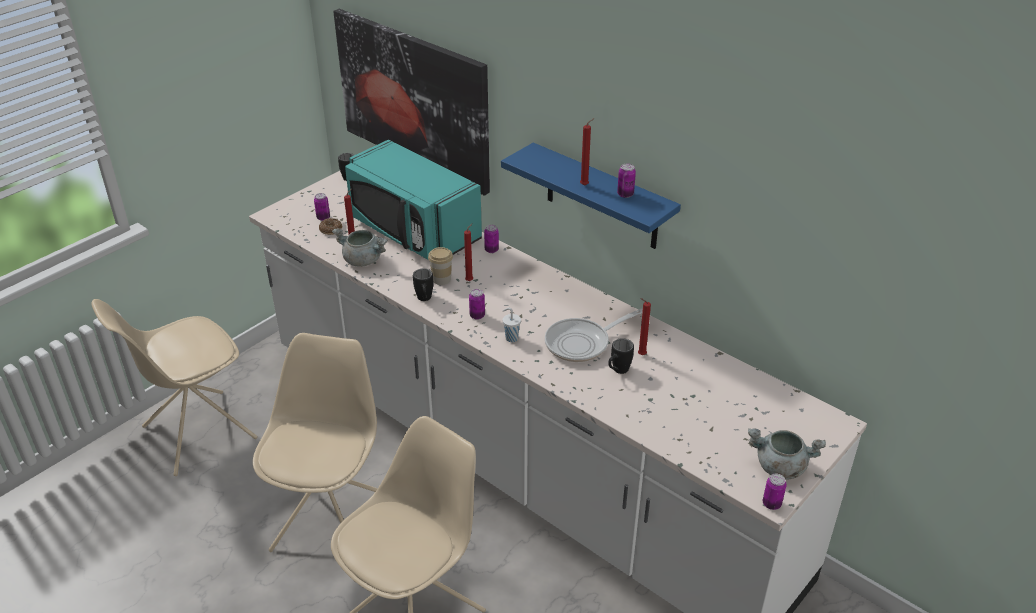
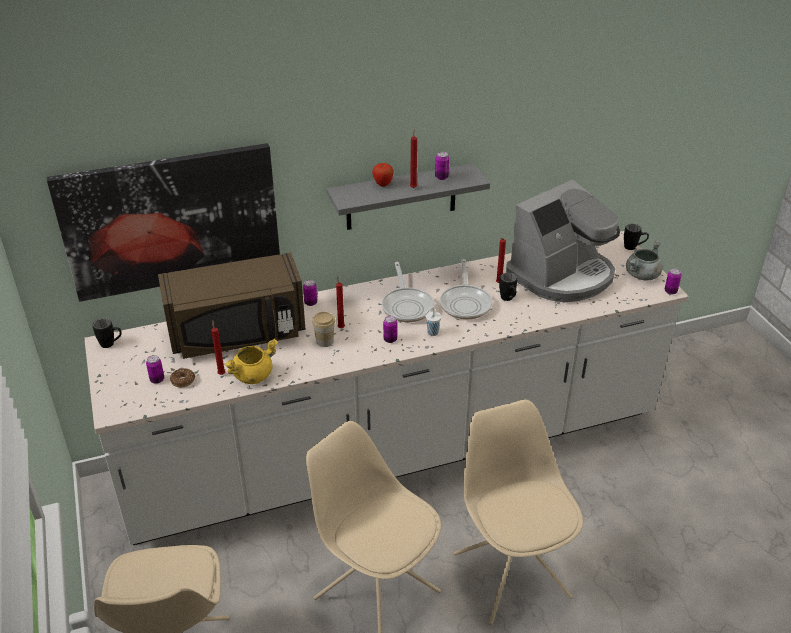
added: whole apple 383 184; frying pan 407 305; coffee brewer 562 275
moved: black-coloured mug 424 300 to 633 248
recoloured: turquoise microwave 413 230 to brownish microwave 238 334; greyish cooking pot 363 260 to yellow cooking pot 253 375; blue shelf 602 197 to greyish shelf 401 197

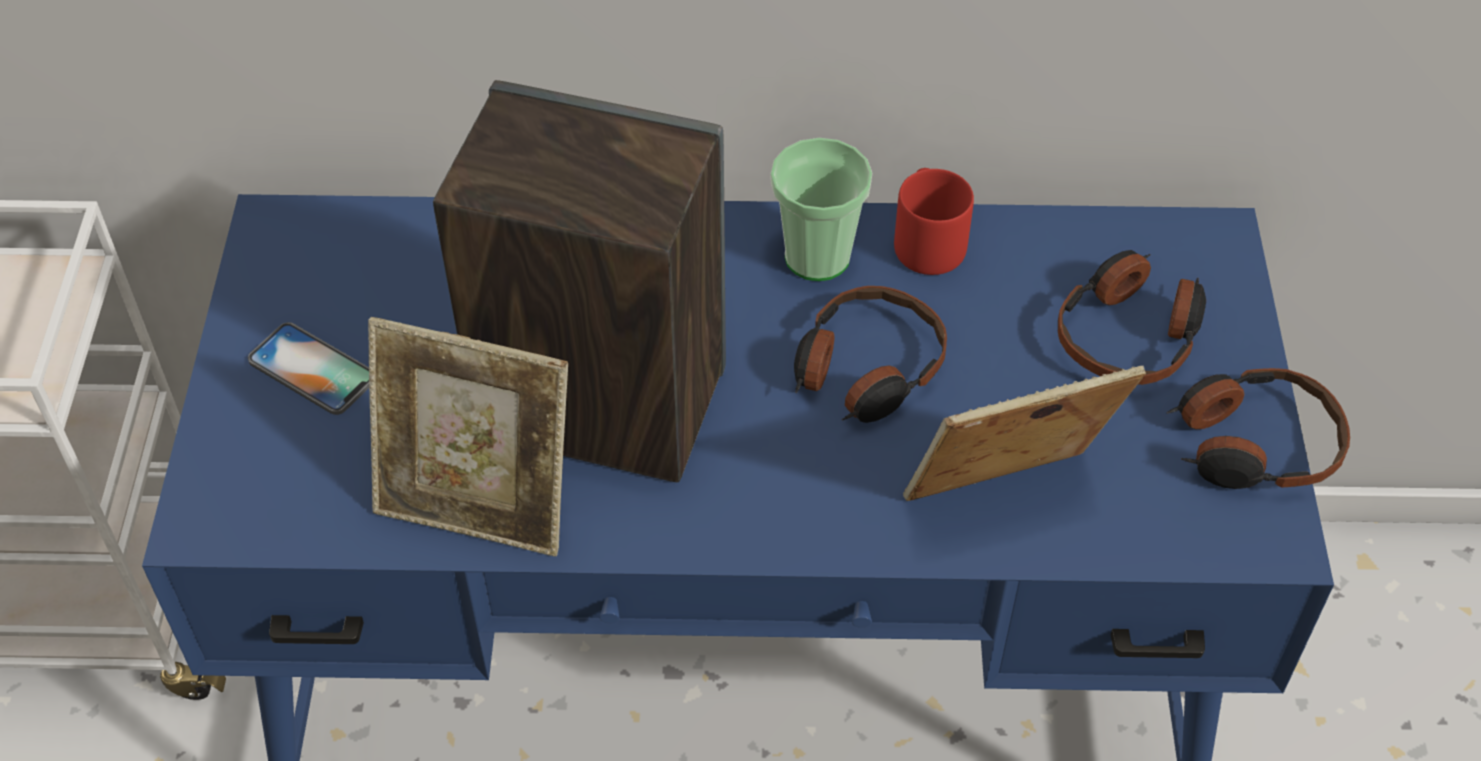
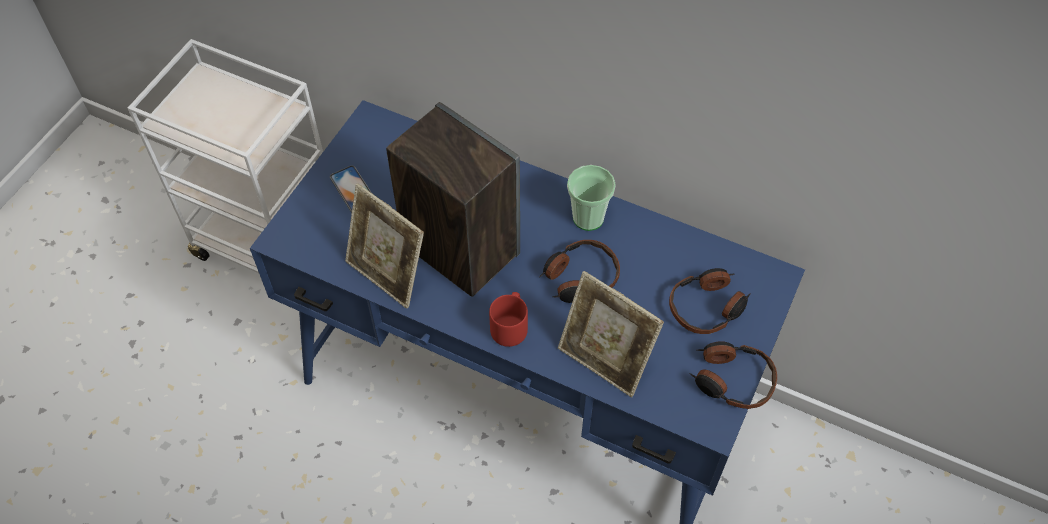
moved: reddish mug 927 242 to 510 326
turned: picture frame 1005 502 = 605 360 150 degrees counterclockwise

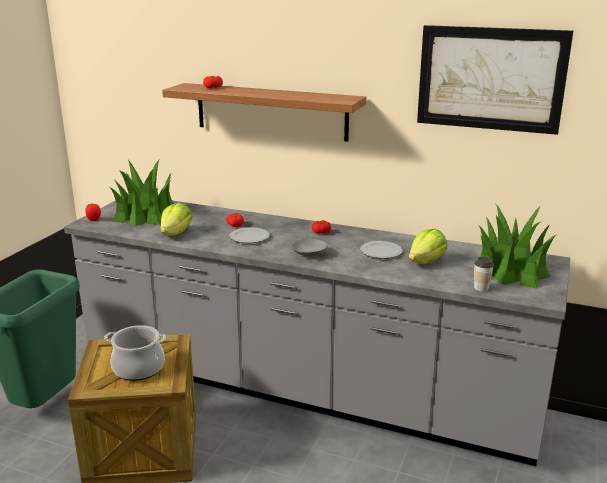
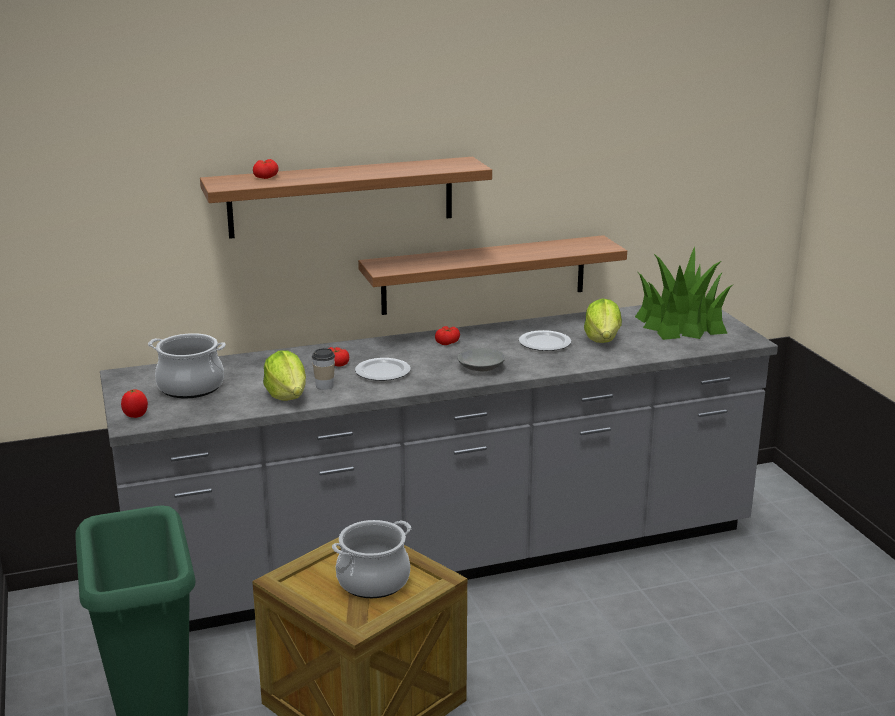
removed: wall art 490 78
added: shelf 484 275
moved: small cup 481 288 to 324 386
replaced: potted plant 145 214 to cooking pot 191 387

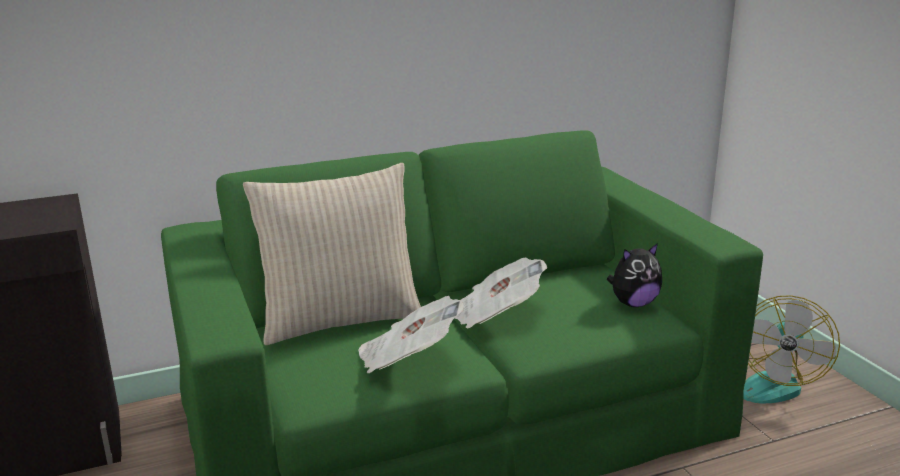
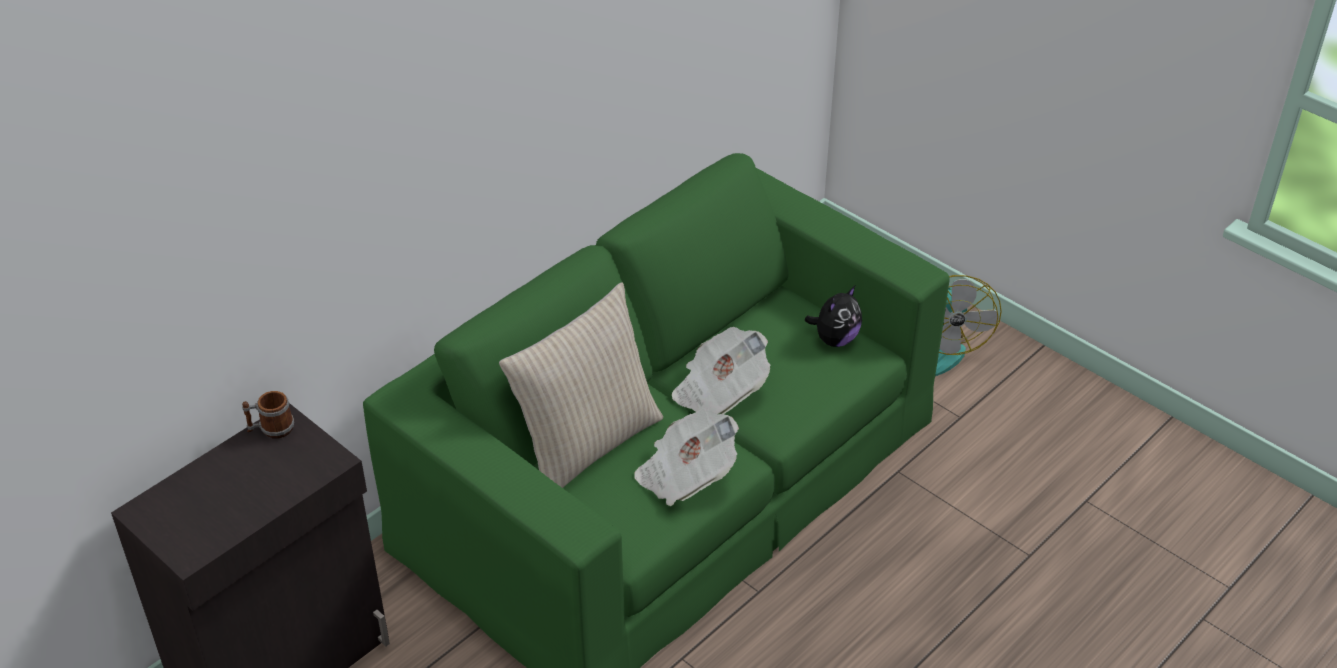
added: mug 271 429

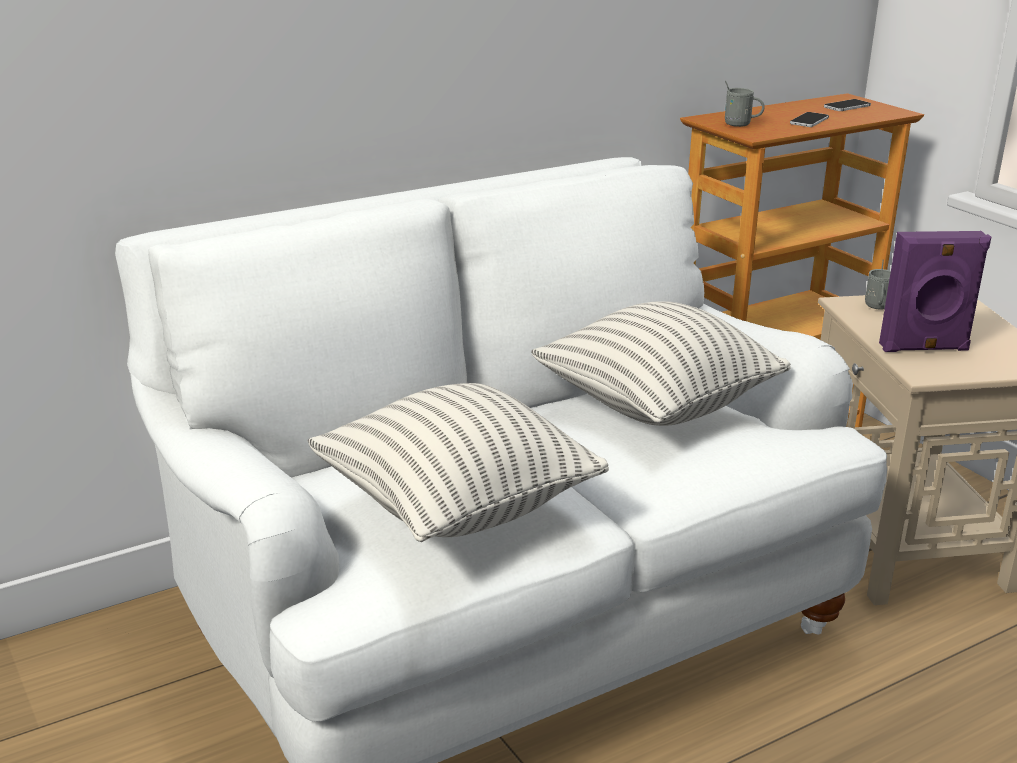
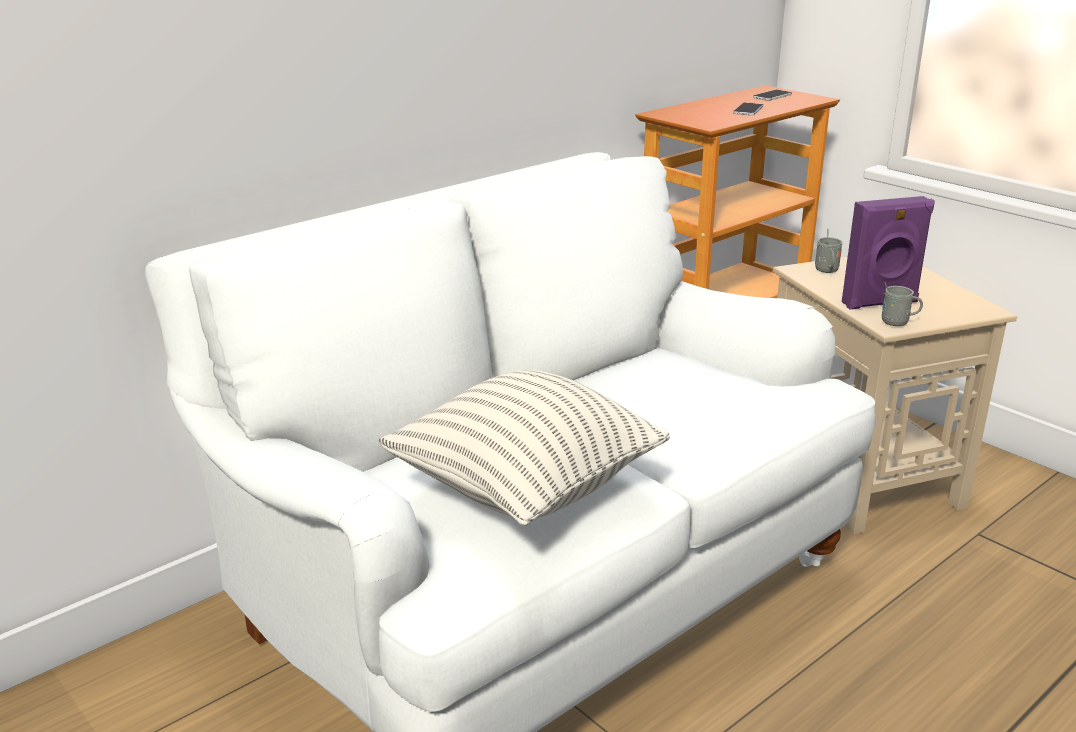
removed: throw pillow 656 406
moved: greyish mug 741 125 to 898 323

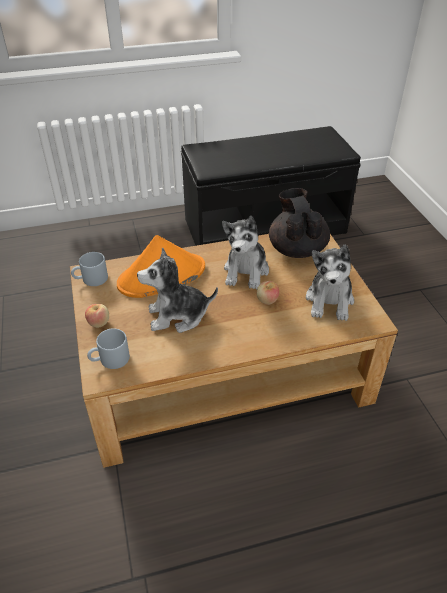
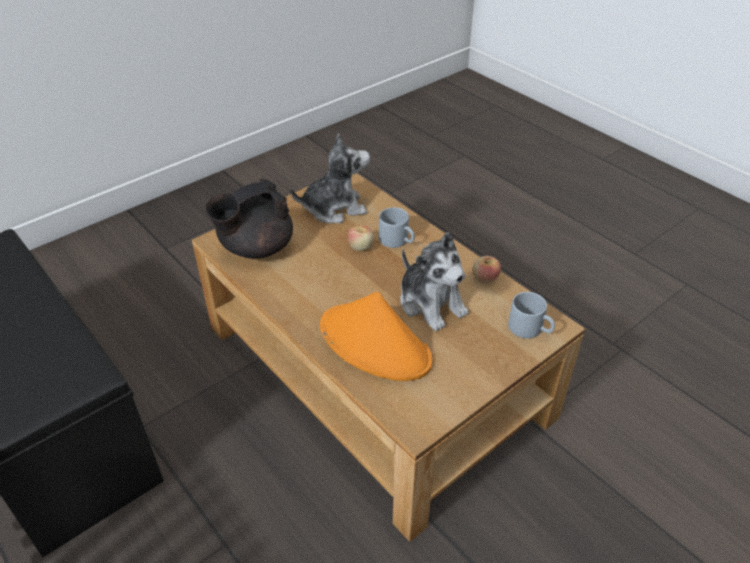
removed: soft toy 246 271
moved: greyish mug 91 279 to 398 240; whole apple 99 323 to 484 279

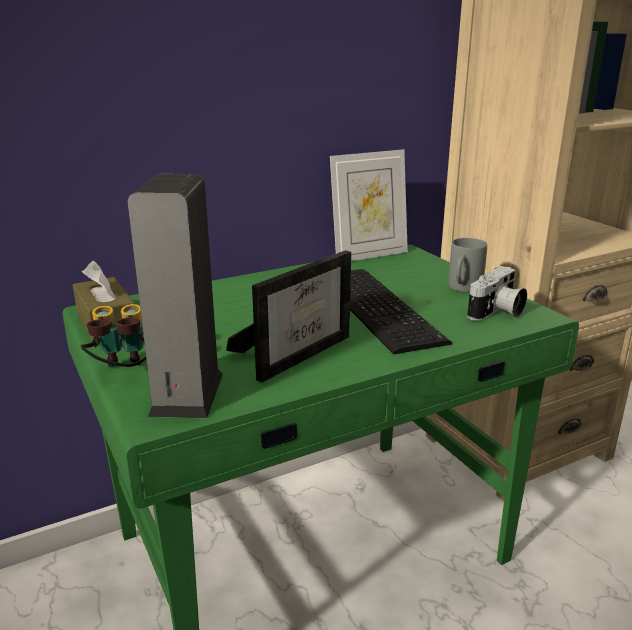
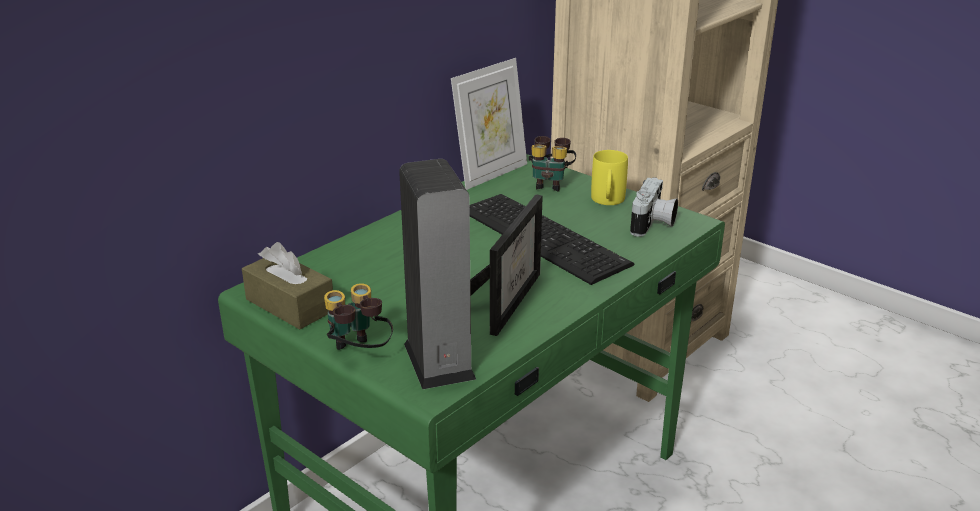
added: binoculars 550 184
recoloured: greyish mug 462 289 to yellow mug 607 202

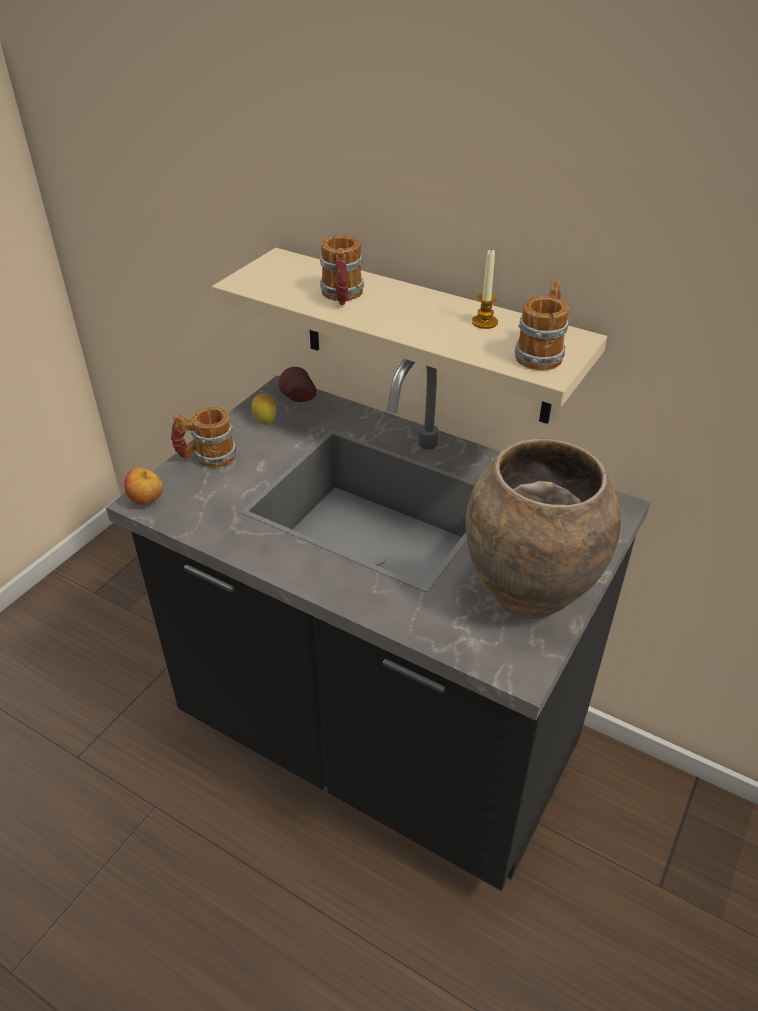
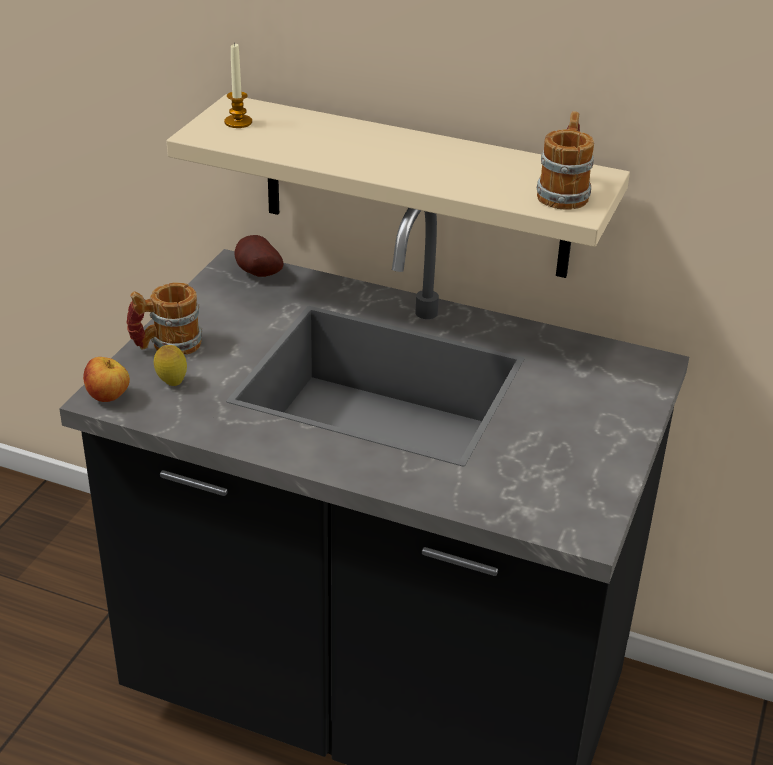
removed: mug 342 296; brownish decorative vase 527 593
moved: whole lemon 265 423 to 172 383; wax candle 484 322 to 238 122

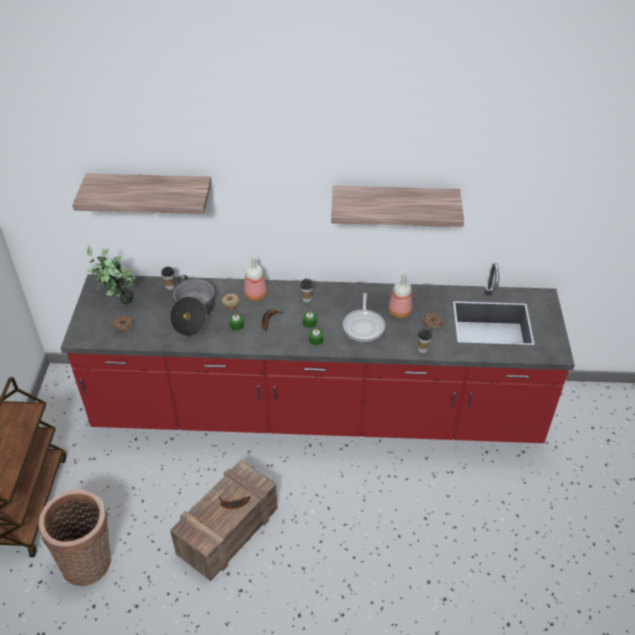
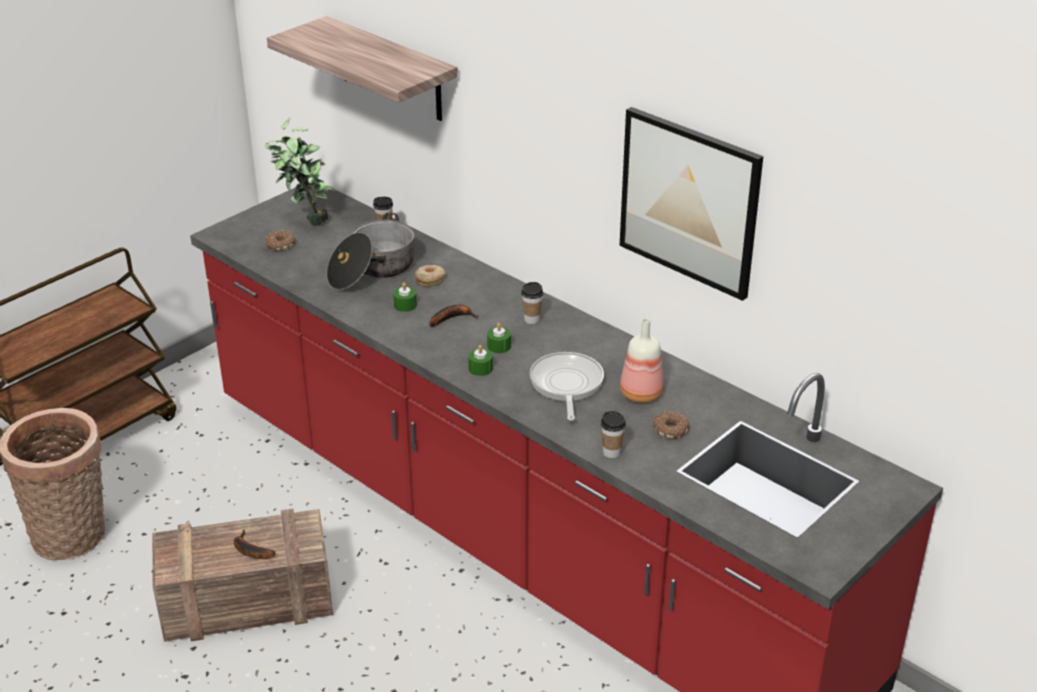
removed: bottle 256 294
replaced: shelf 394 204 to wall art 689 202
turned: frying pan 364 326 = 566 385 135 degrees clockwise

